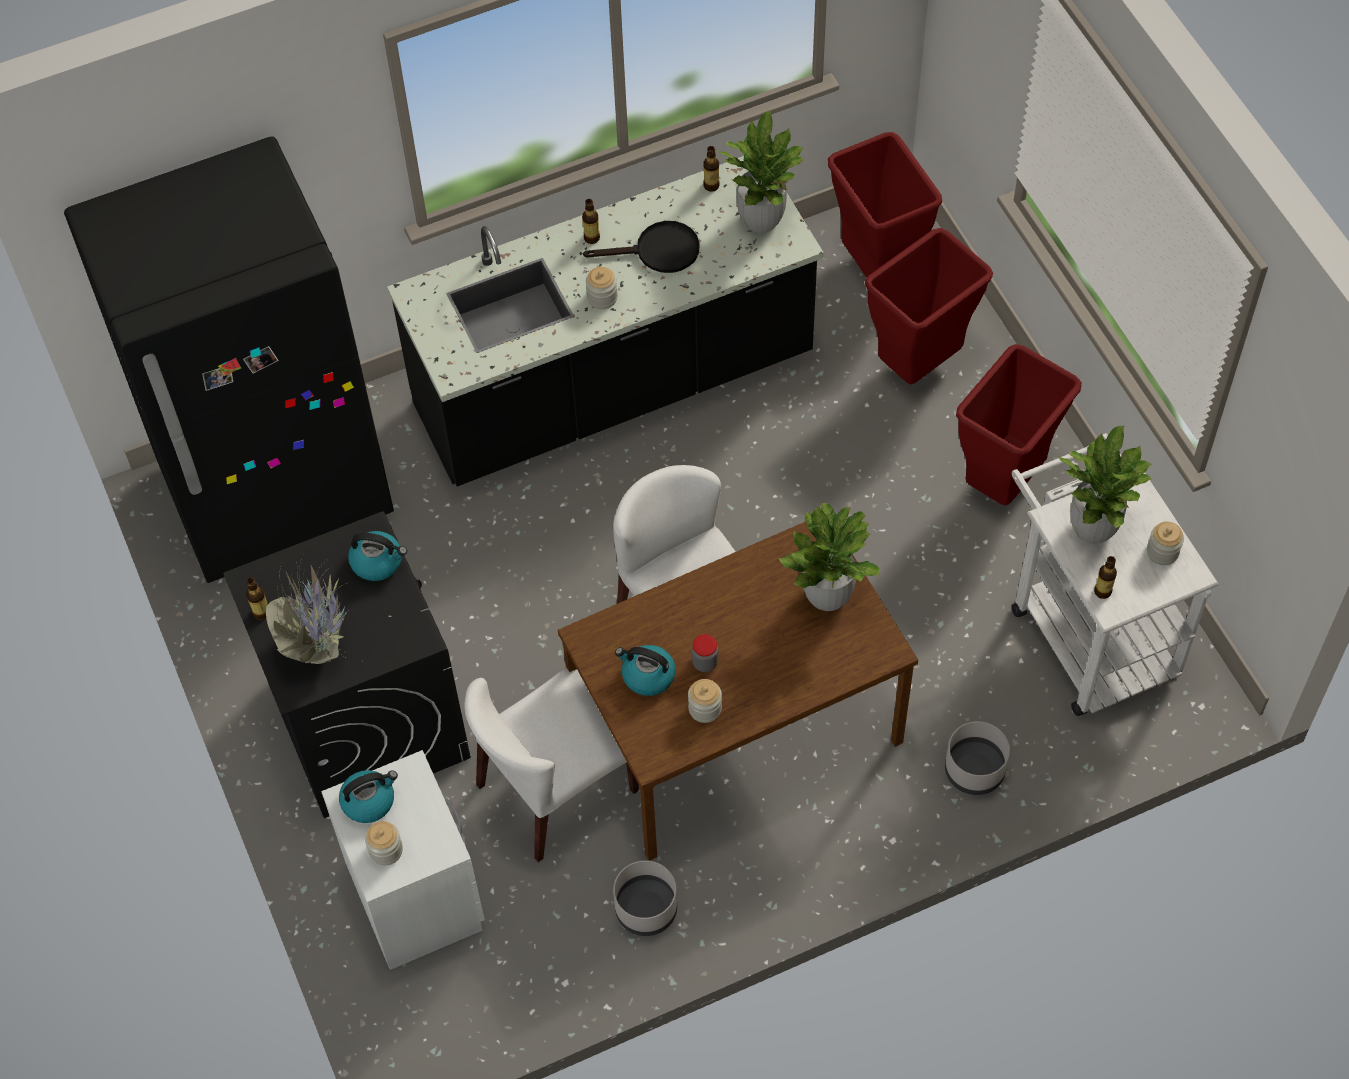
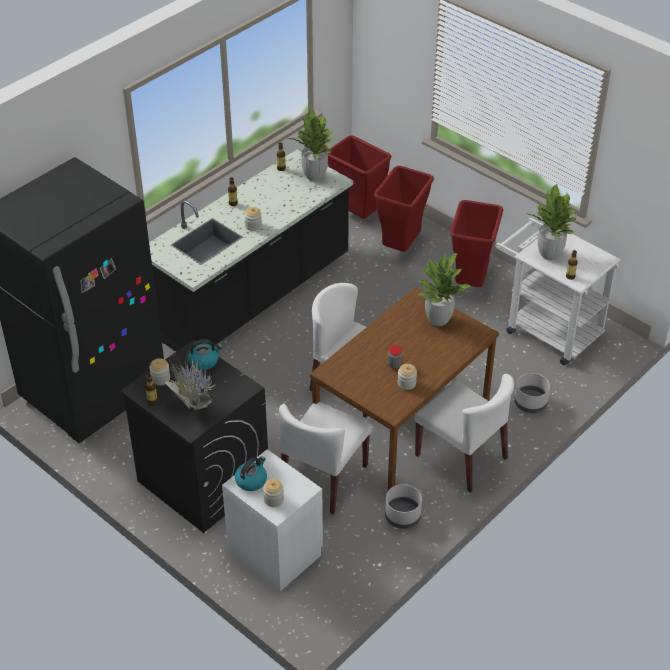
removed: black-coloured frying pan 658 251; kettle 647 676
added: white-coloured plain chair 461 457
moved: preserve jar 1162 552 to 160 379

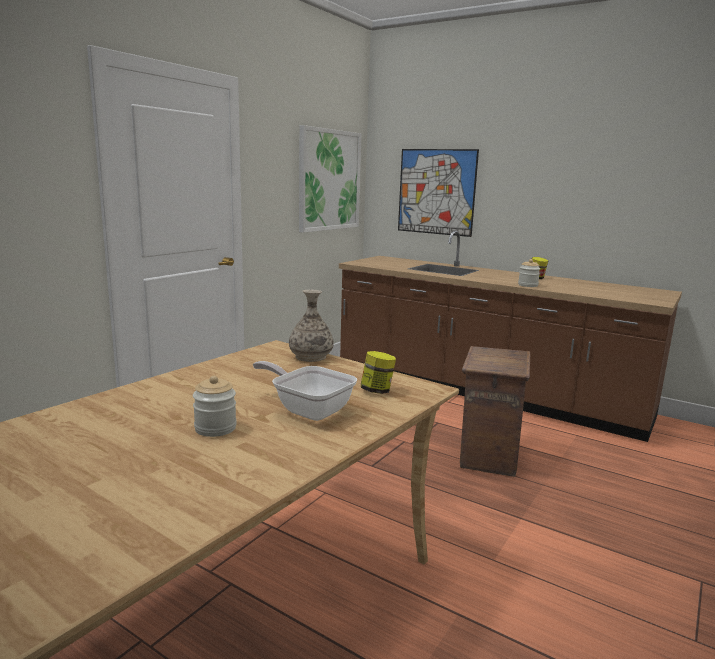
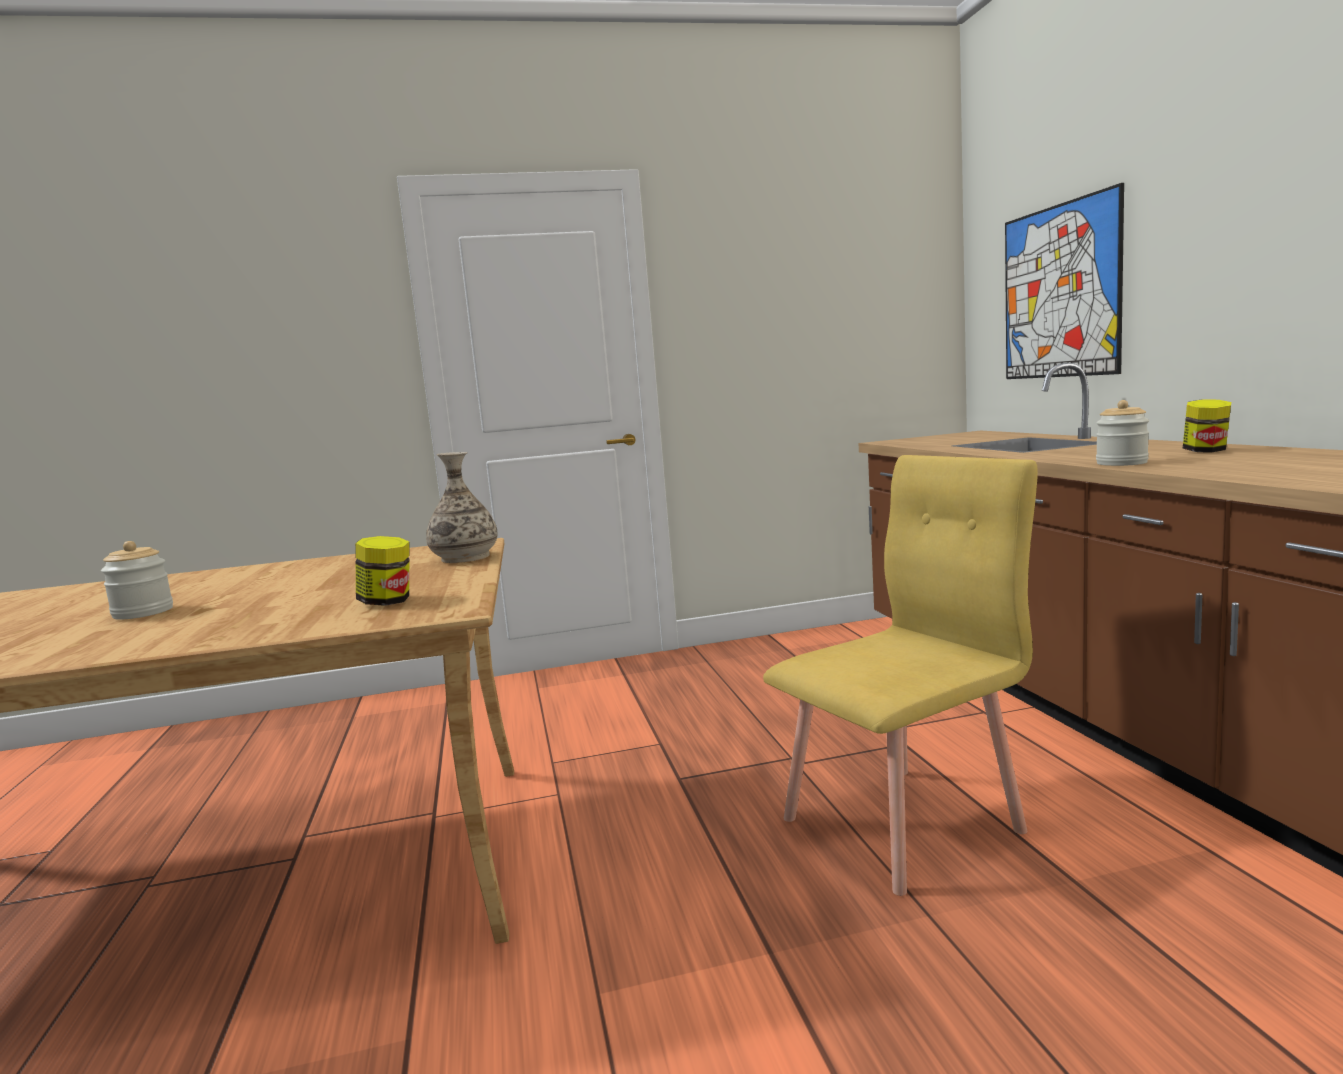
removed: frying pan 308 409; wall art 329 180
replaced: packing crate 488 455 to yellow plain chair 904 824

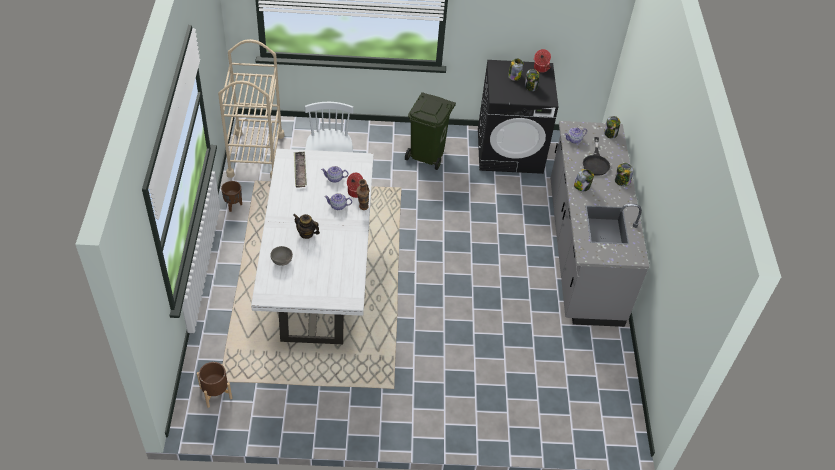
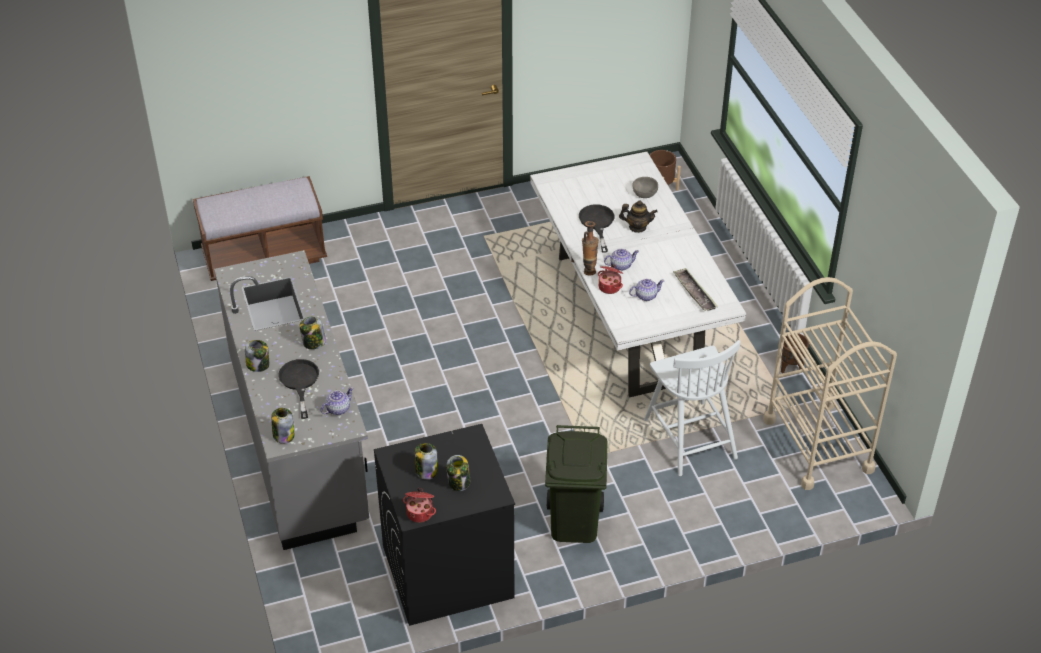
added: brownish long seat 264 257; black-coloured frying pan 597 223

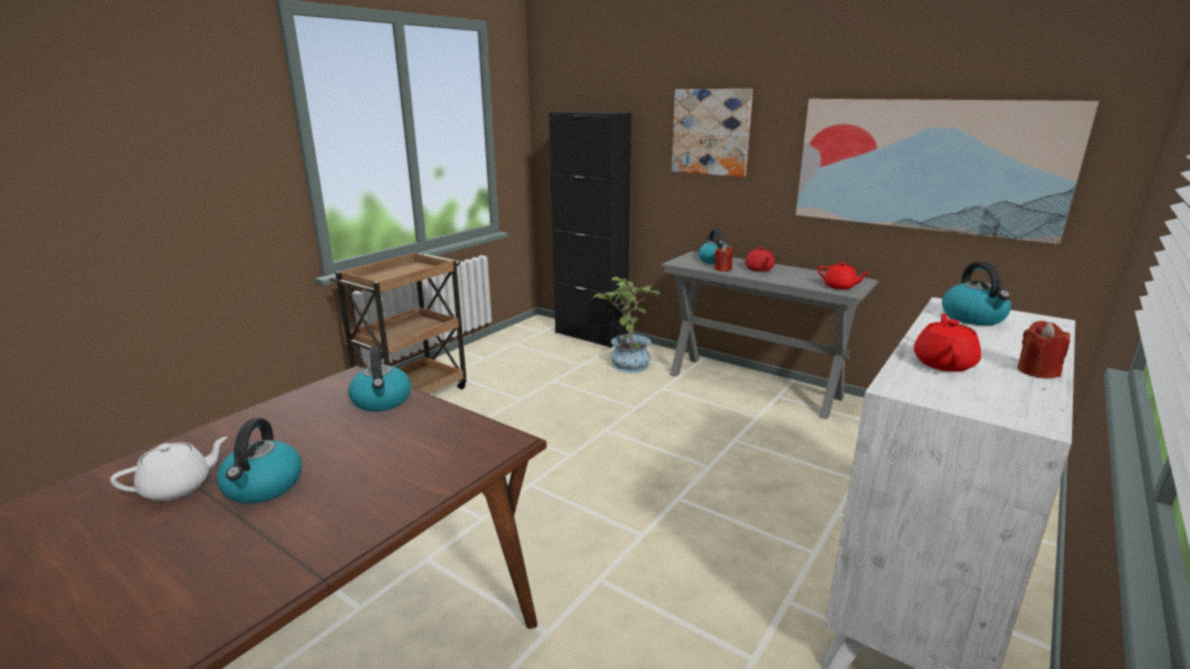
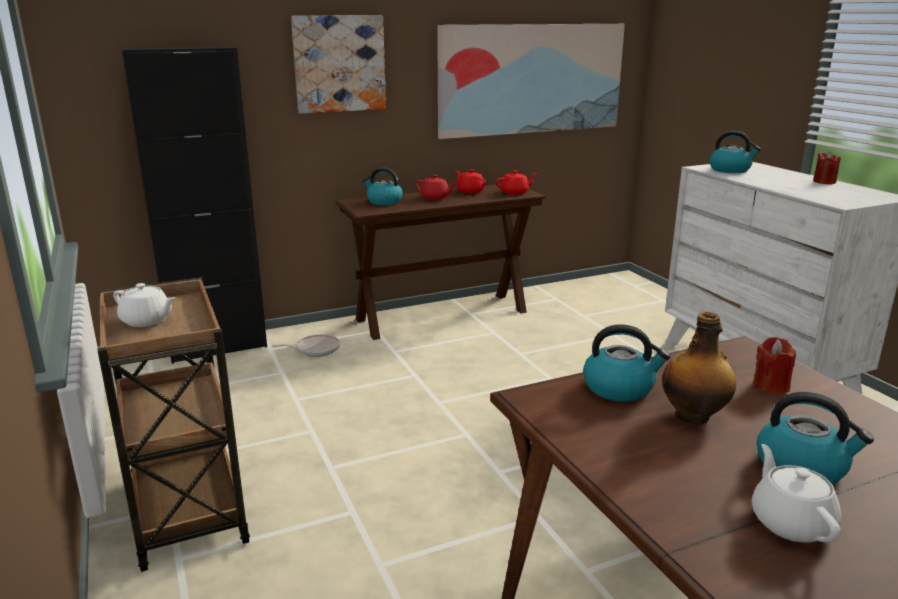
added: white-coloured teapot 147 321; bottle 694 416
moved: reddish teapot 944 363 to 470 191; reddish wax candle 722 269 to 771 385
replaced: potted plant 627 362 to frying pan 315 349
recoloured: greyish console table 753 386 to brownish console table 442 315

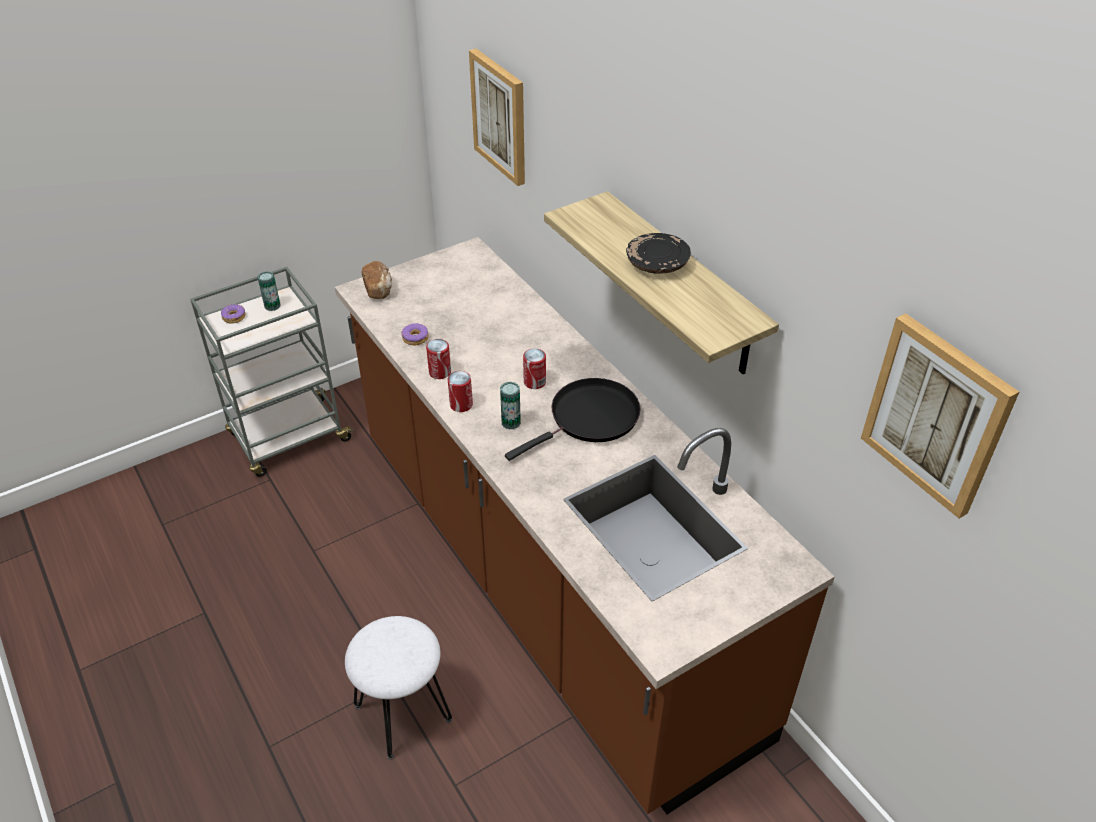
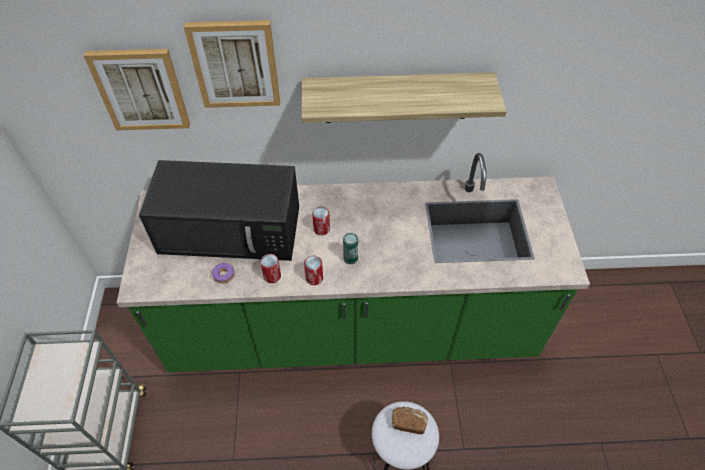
removed: doughnut 234 317; can 272 306; black-coloured frying pan 590 418; black-coloured dinner plate 657 263
added: black-coloured microwave 232 229
moved: wall art 937 414 to 235 64; baked bread 379 289 to 408 422
recoloured: brownish kitchen counter 548 581 to green-coloured kitchen counter 352 329

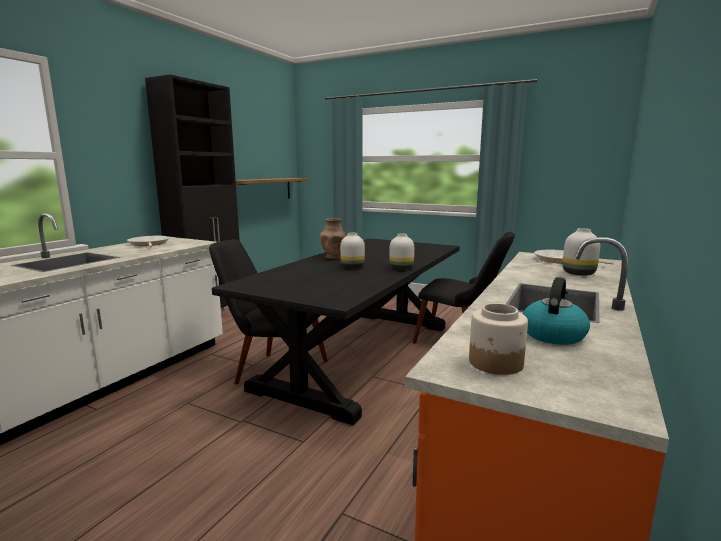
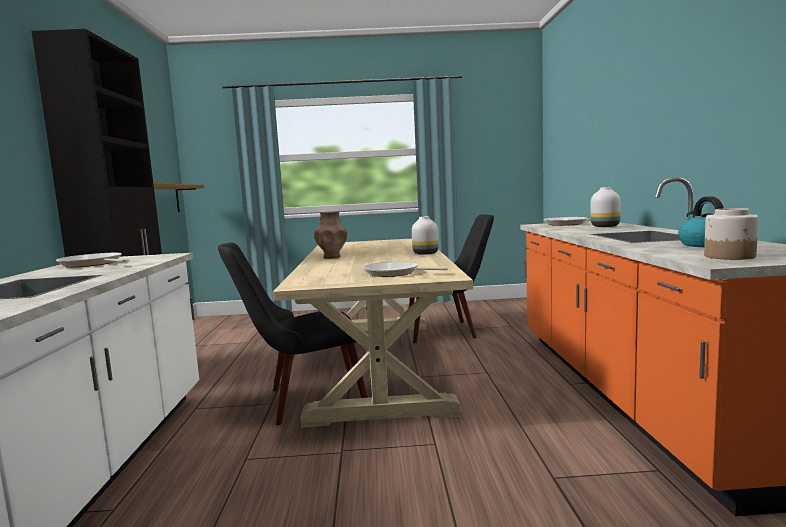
removed: white-coloured decorative vase 352 267
added: frying pan 394 273
recoloured: black-coloured dining table 361 355 to beige dining table 379 363

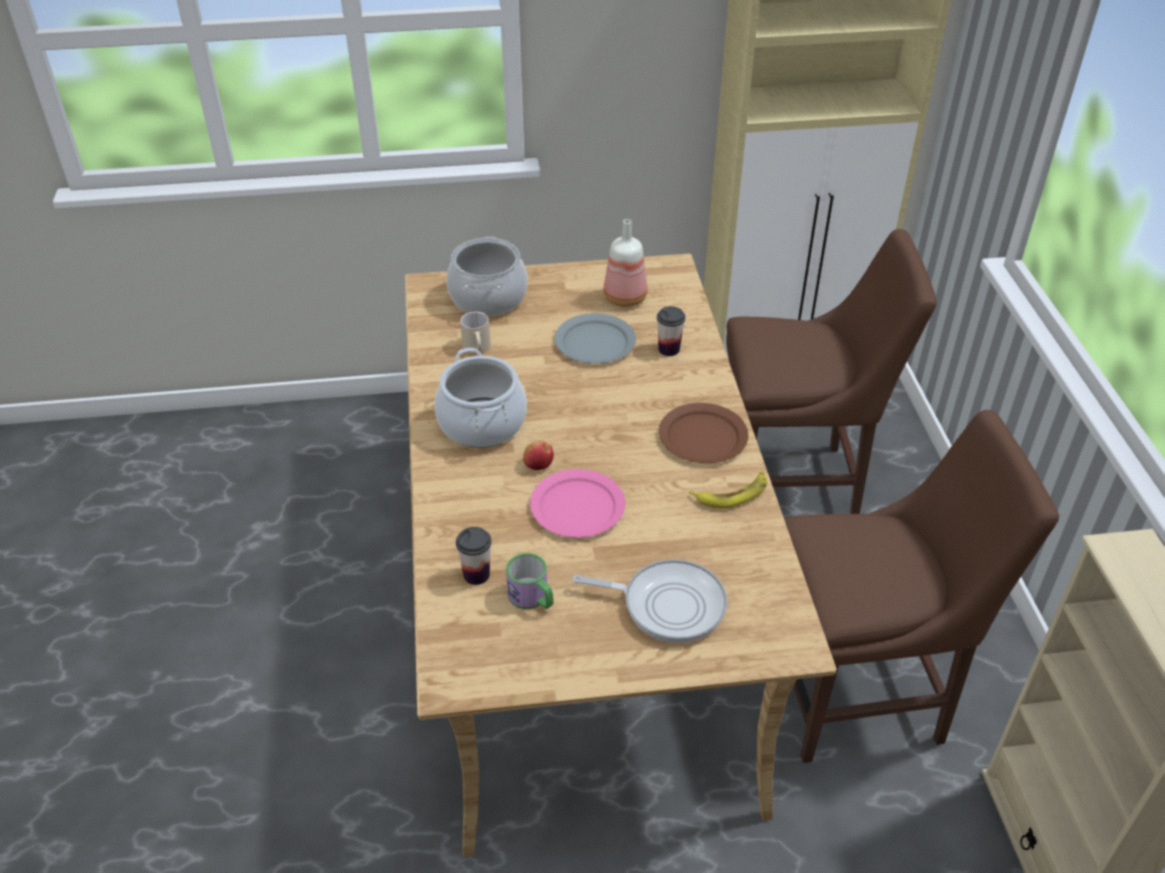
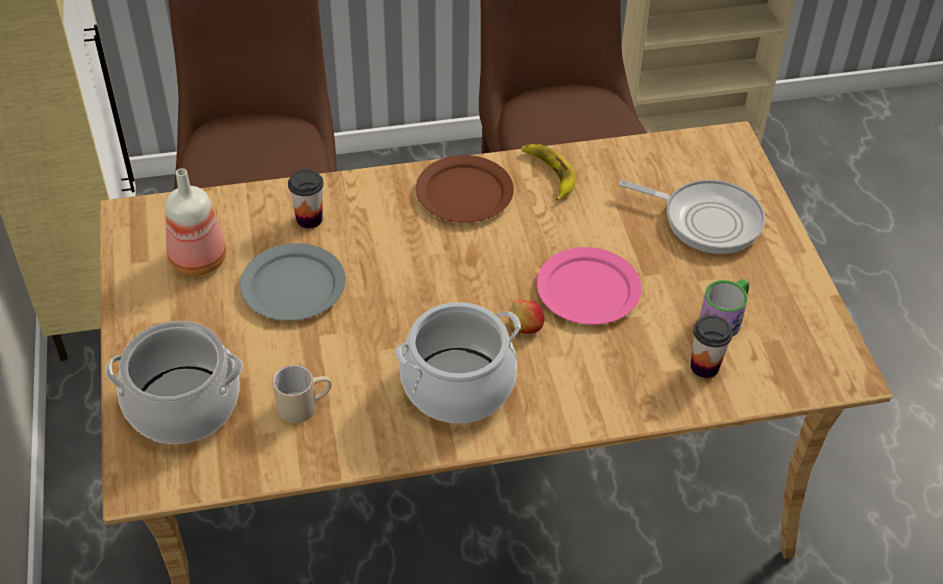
turned: frying pan 667 604 = 706 220 105 degrees clockwise

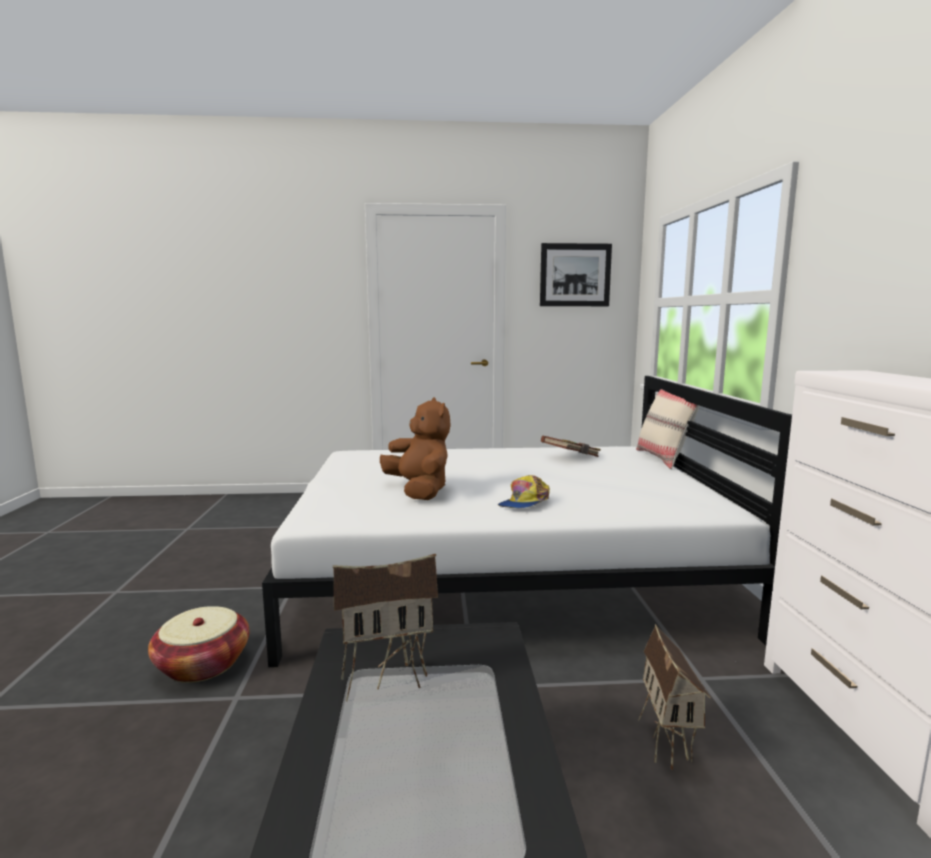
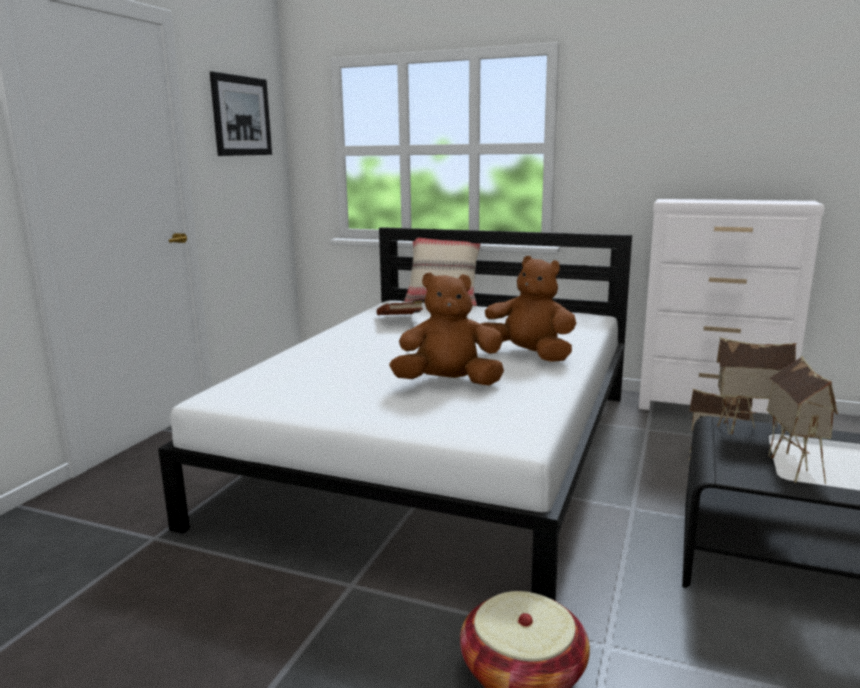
added: toy house 747 431
replaced: baseball cap 524 503 to brownish soft toy 528 355

